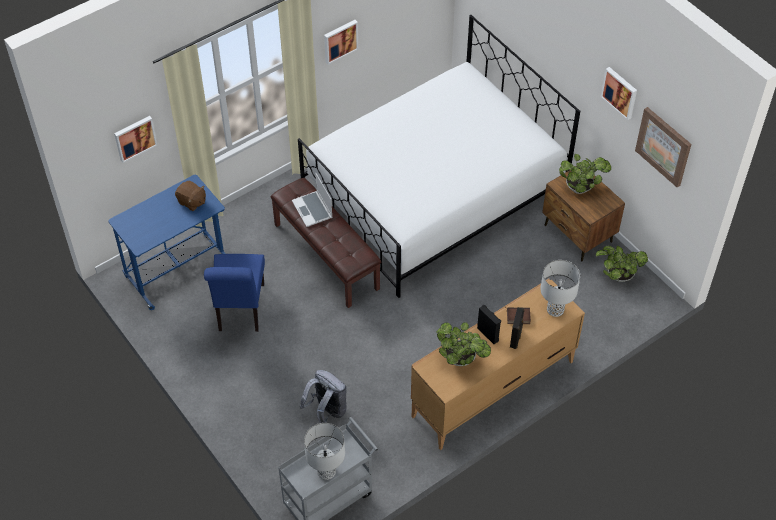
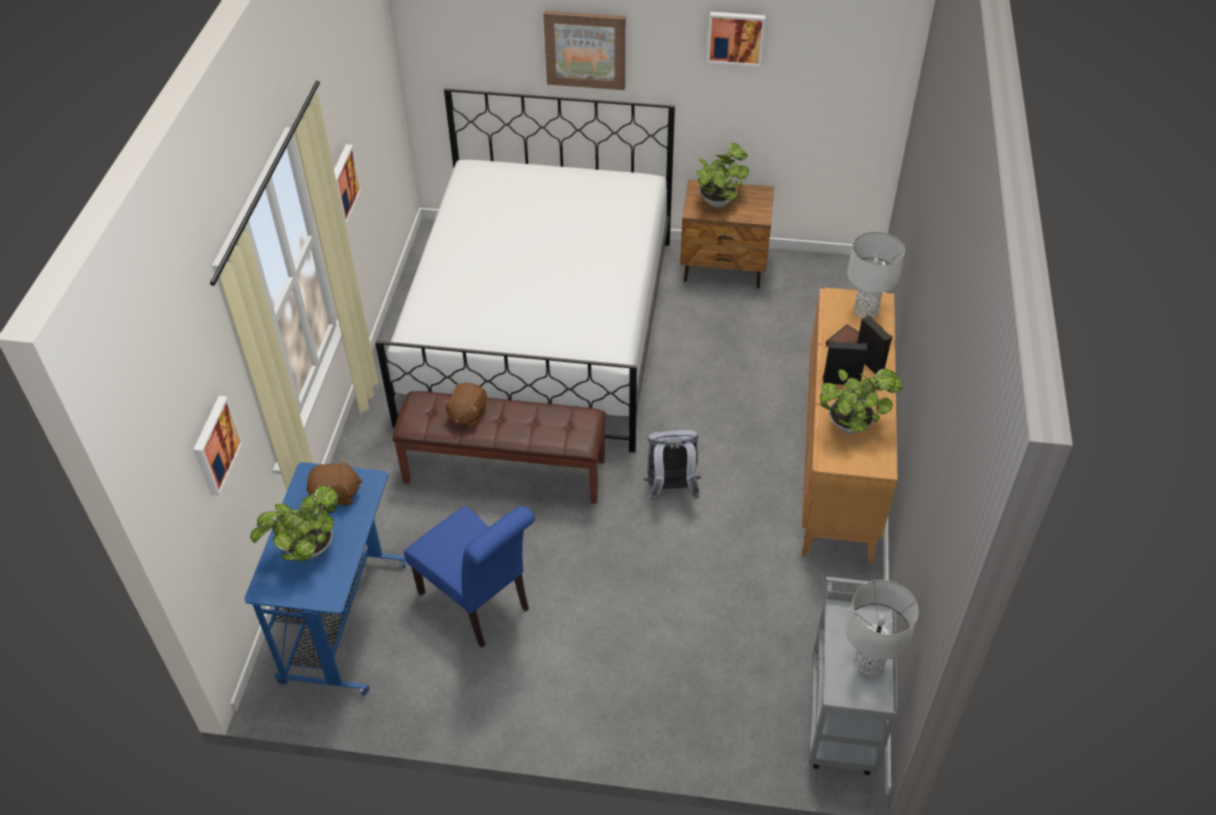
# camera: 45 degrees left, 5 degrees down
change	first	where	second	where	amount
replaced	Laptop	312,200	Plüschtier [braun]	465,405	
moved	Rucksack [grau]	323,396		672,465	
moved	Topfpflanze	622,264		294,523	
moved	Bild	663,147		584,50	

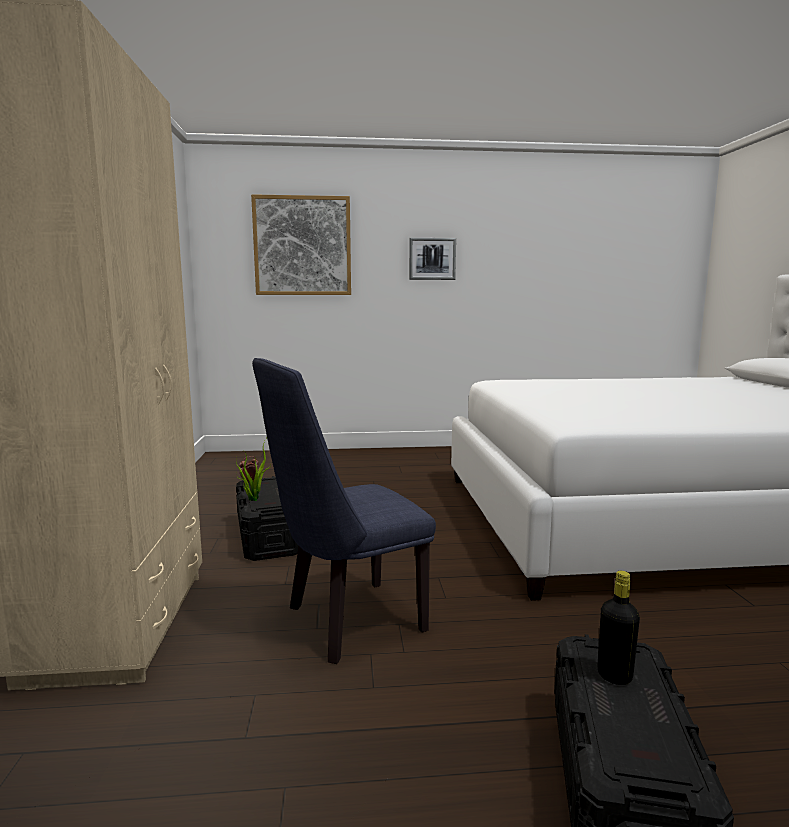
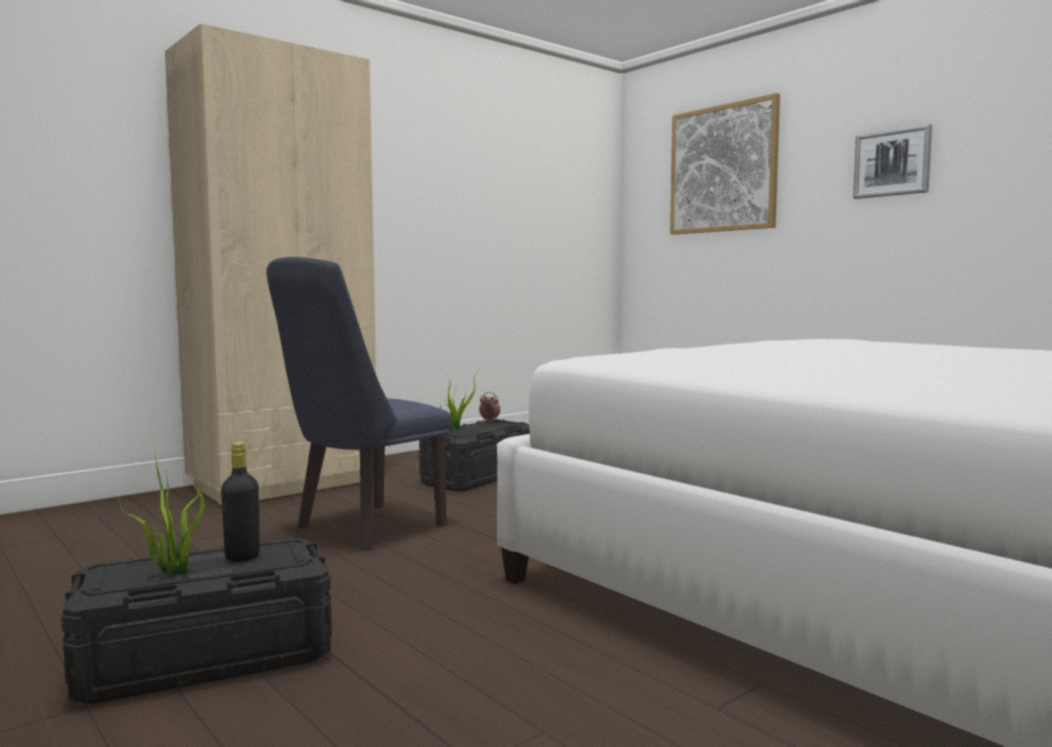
# camera: 55 degrees right, 5 degrees down
change	first	where	second	where	amount
turned	Stuhl [blau]	344,511		358,403	75 degrees counterclockwise
added			Topfpflanze	162,512	

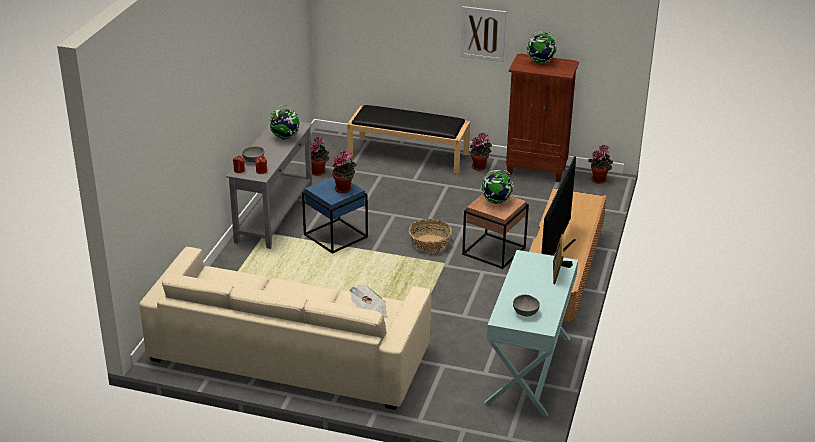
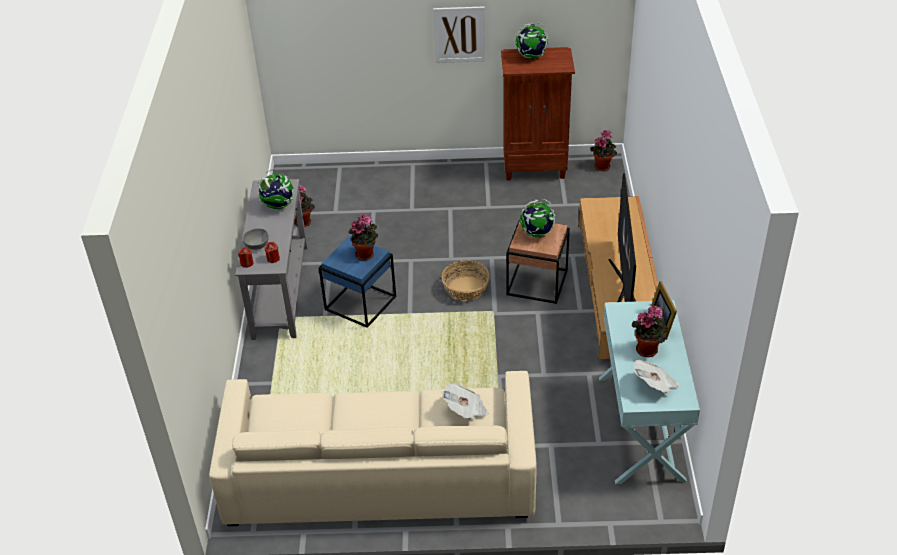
# camera: 15 degrees left, 10 degrees up
change	first	where	second	where	amount
removed	Bank [schwarz]	408,139			
moved	Topfpflanze	481,151		650,331	
replaced	Schüssel [grau]	526,305	Zeitung	656,376	

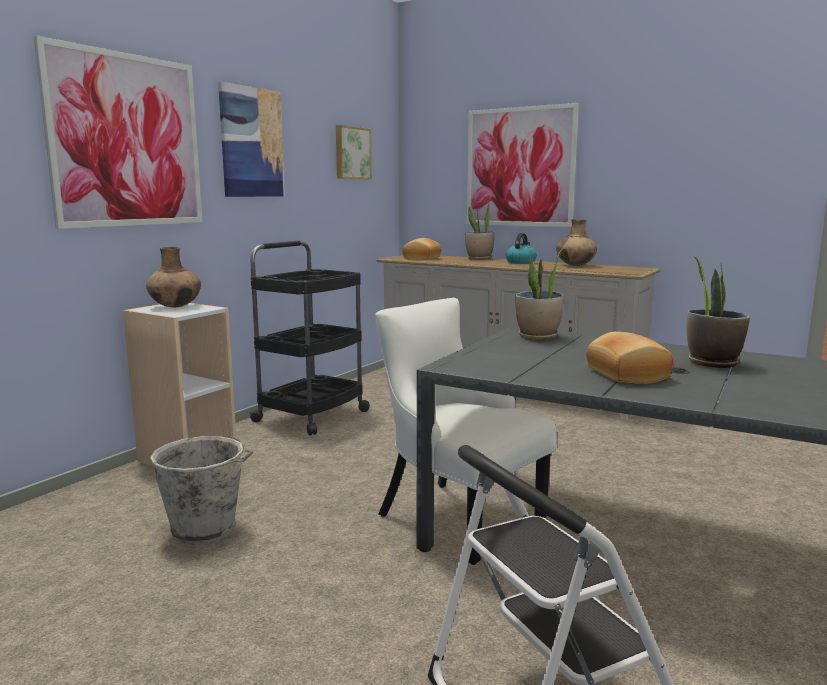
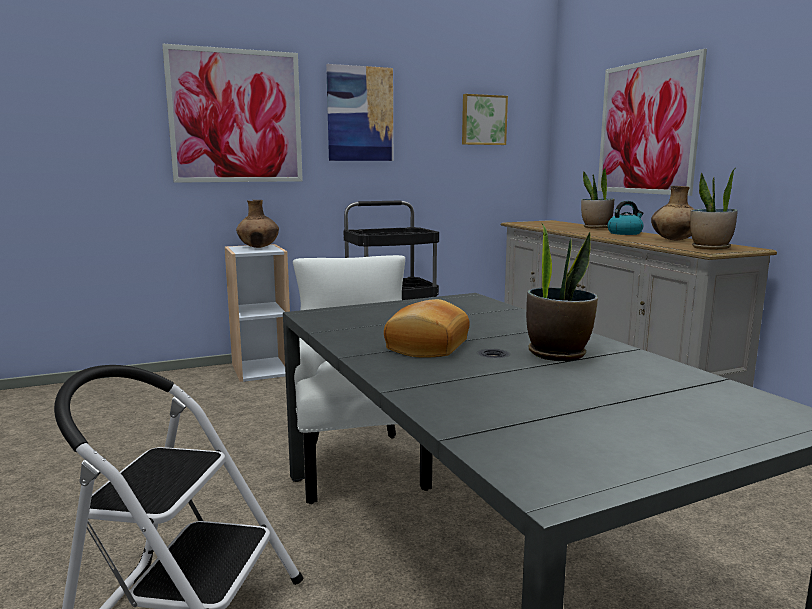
# camera: 35 degrees right, 0 degrees up
change	first	where	second	where	amount
removed	Eimer [grau]	201,490			
removed	Brot	421,249			
moved	Topfpflanze	539,294		714,209	

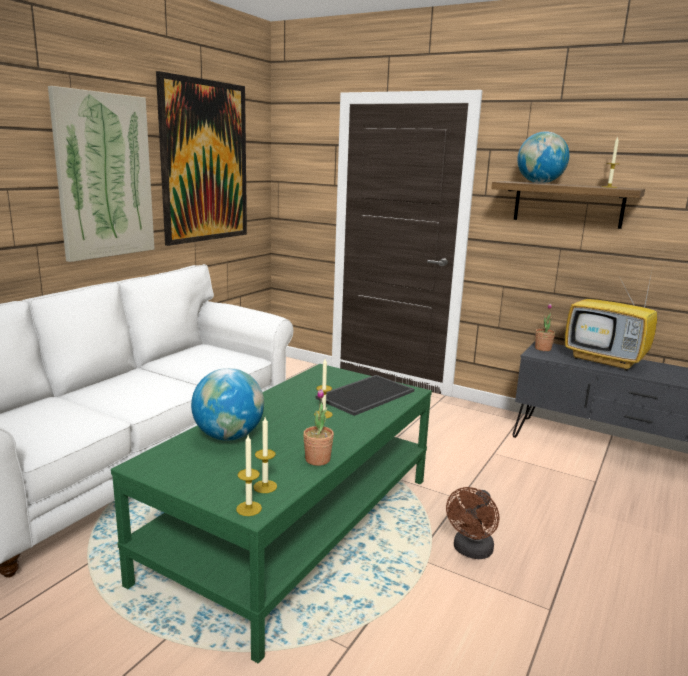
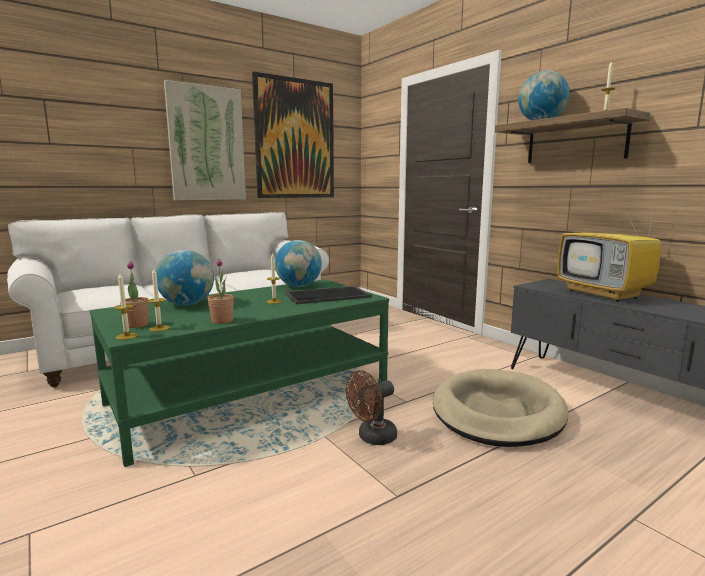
# camera: 25 degrees right, 5 degrees down
change	first	where	second	where	amount
moved	Topfpflanze	545,327		134,294	
added			Globus	298,263	
added			Hundebett [beige]	501,408	

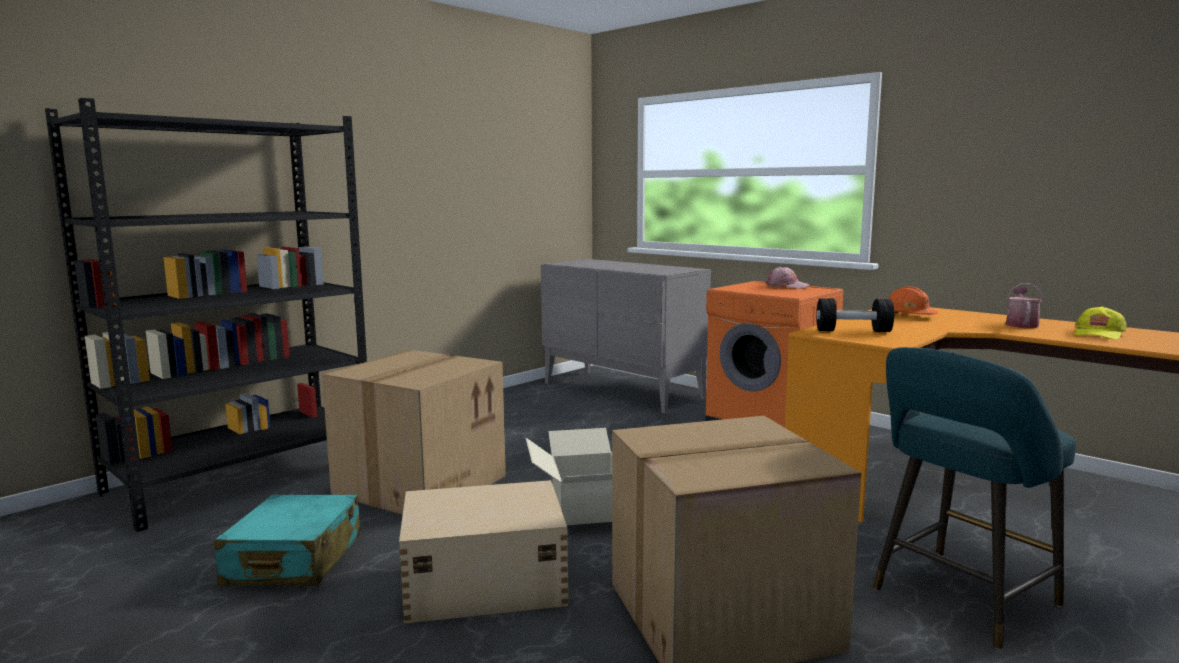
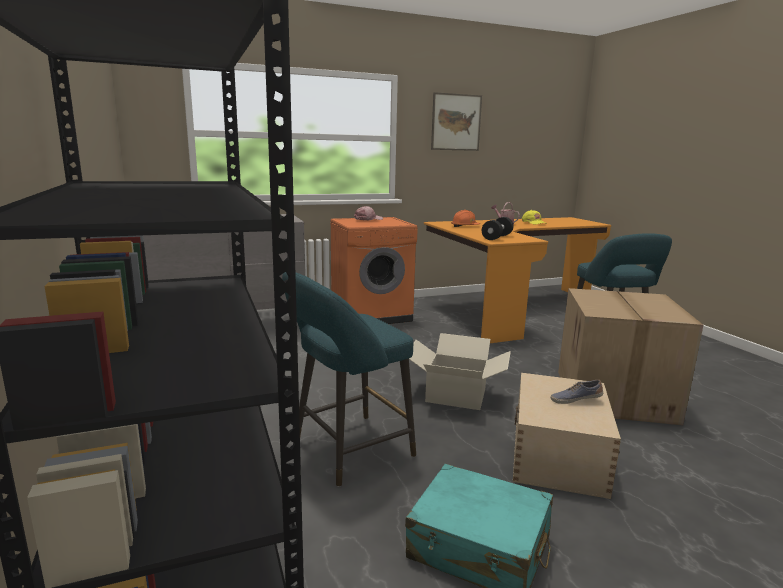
# camera: 65 degrees left, 5 degrees up
change	first	where	second	where	amount
replaced	Karton	414,432	Hocker [türkis]	349,379	
added			Bild	456,121	
added			Schuh	577,392	

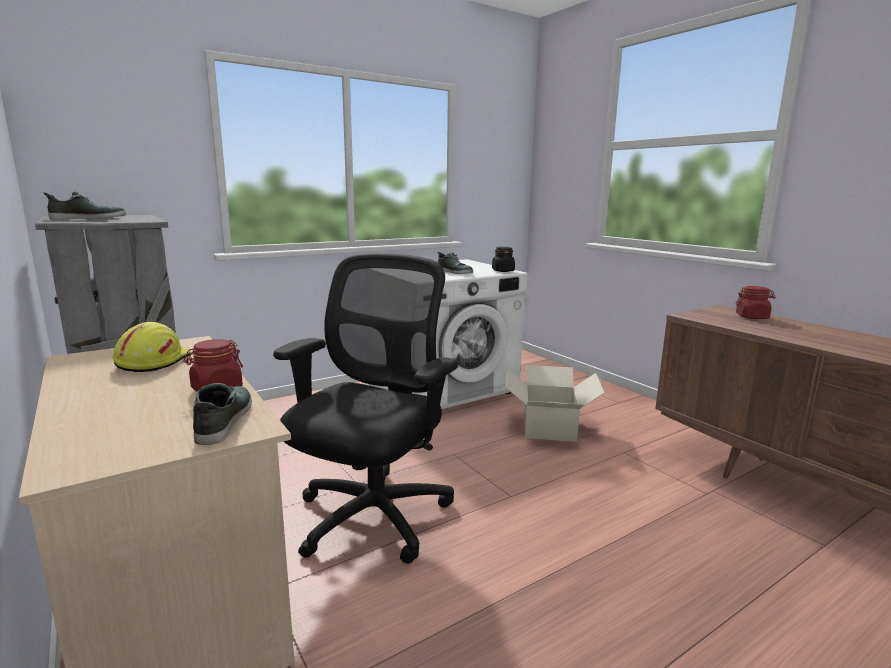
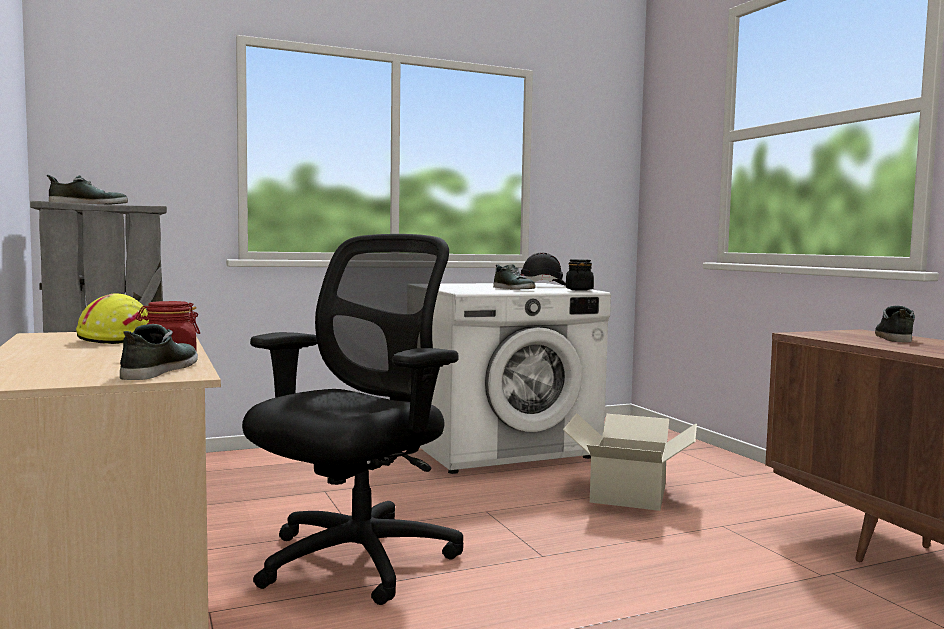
# camera: 10 degrees right, 10 degrees down
change	first	where	second	where	amount
replaced	Vorratsglas [rot]	756,302	Schuh	895,323	
added			Schutzhelm [schwarz]	543,269	

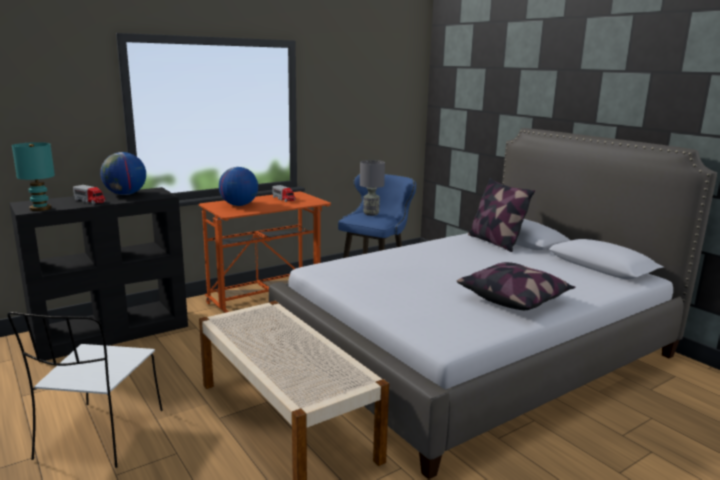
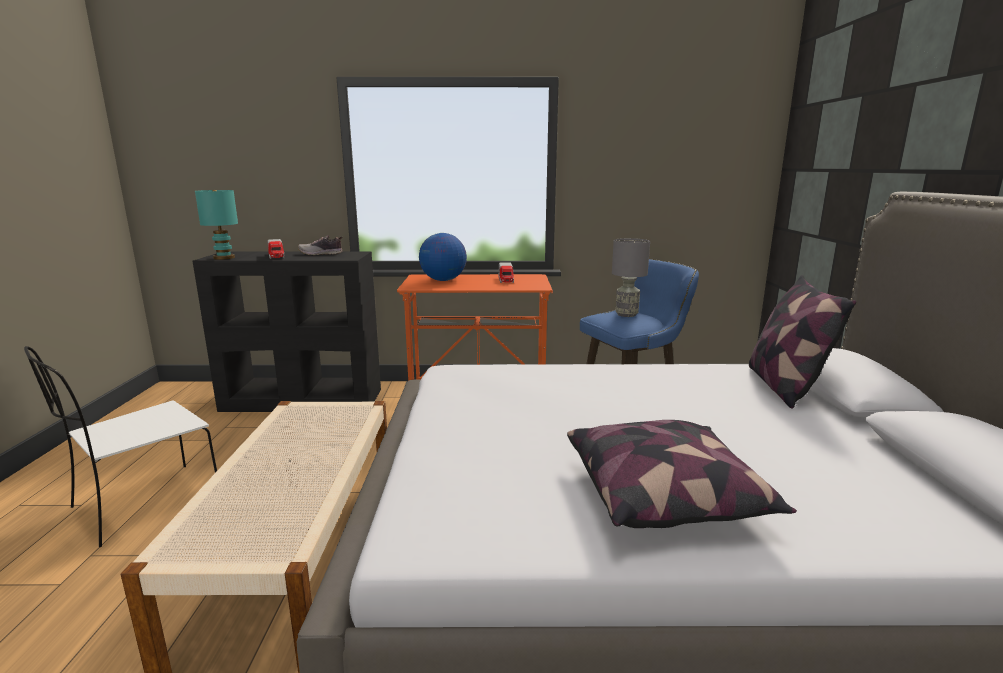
# camera: 35 degrees right, 0 degrees up
change	first	where	second	where	amount
replaced	Globus	123,173	Schuh	320,245	

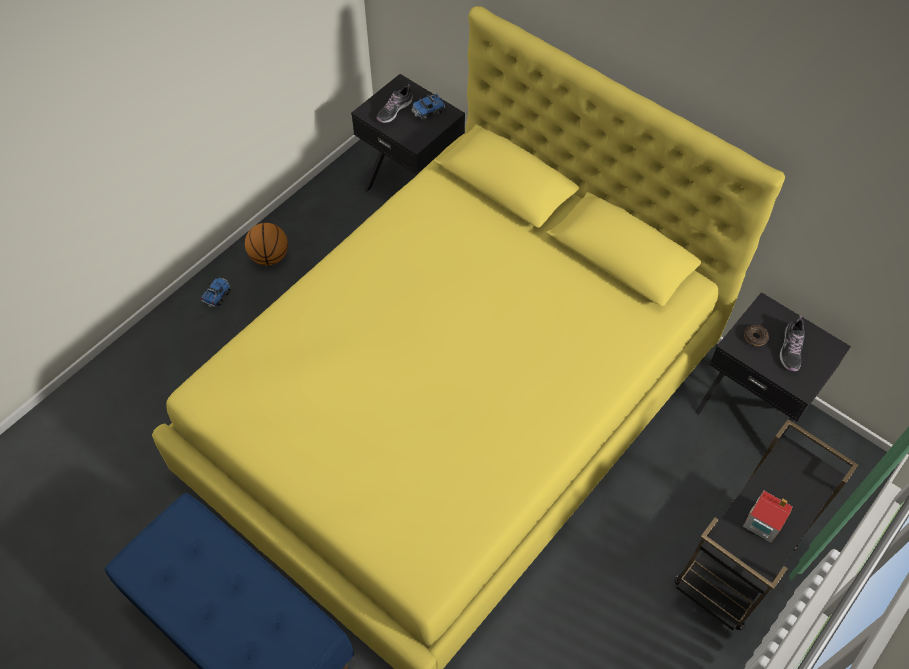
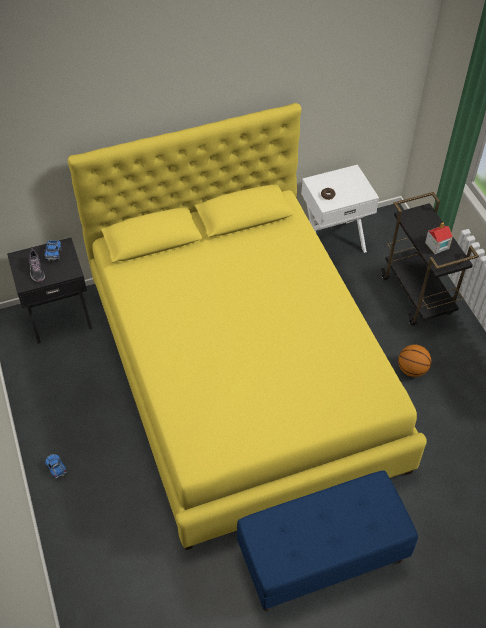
# camera: 60 degrees left, 5 degrees down
change	first	where	second	where	amount
moved	Basketball	266,244		414,360	
recoloured	Nachttisch [schwarz]	773,368	Nachttisch [weiß]	340,209	
removed	Schuh	792,343			

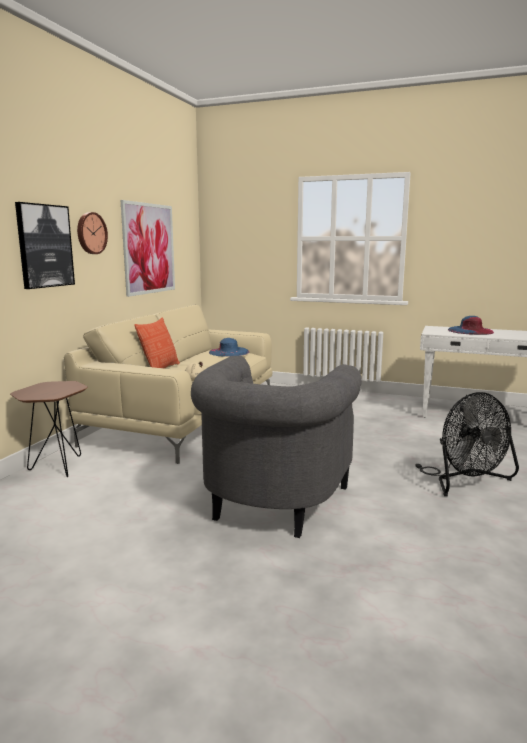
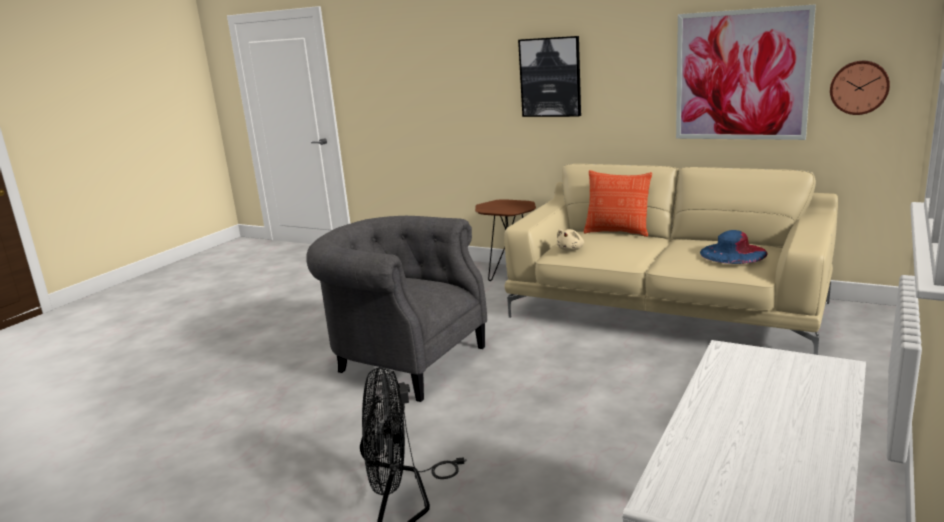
# camera: 100 degrees right, 5 degrees up
change	first	where	second	where	amount
moved	Wanduhr	92,233		860,88	
removed	Hut [blau]	471,325			

